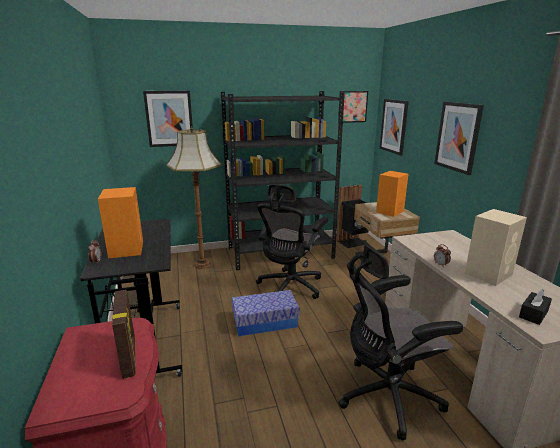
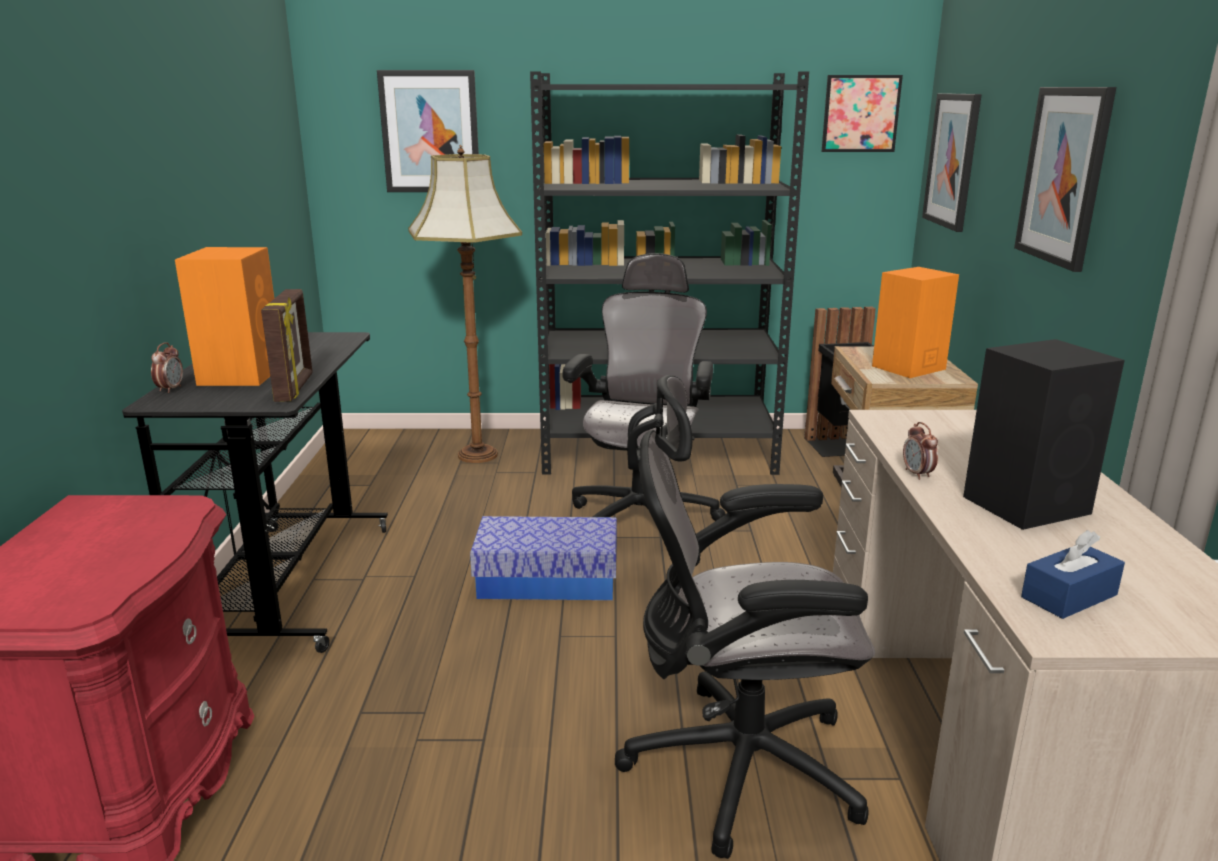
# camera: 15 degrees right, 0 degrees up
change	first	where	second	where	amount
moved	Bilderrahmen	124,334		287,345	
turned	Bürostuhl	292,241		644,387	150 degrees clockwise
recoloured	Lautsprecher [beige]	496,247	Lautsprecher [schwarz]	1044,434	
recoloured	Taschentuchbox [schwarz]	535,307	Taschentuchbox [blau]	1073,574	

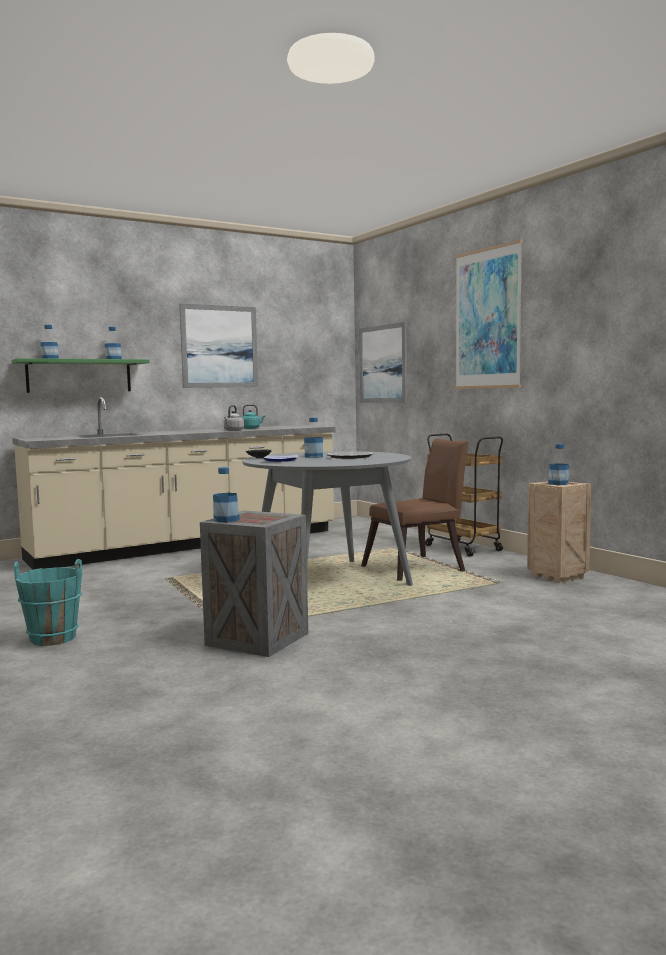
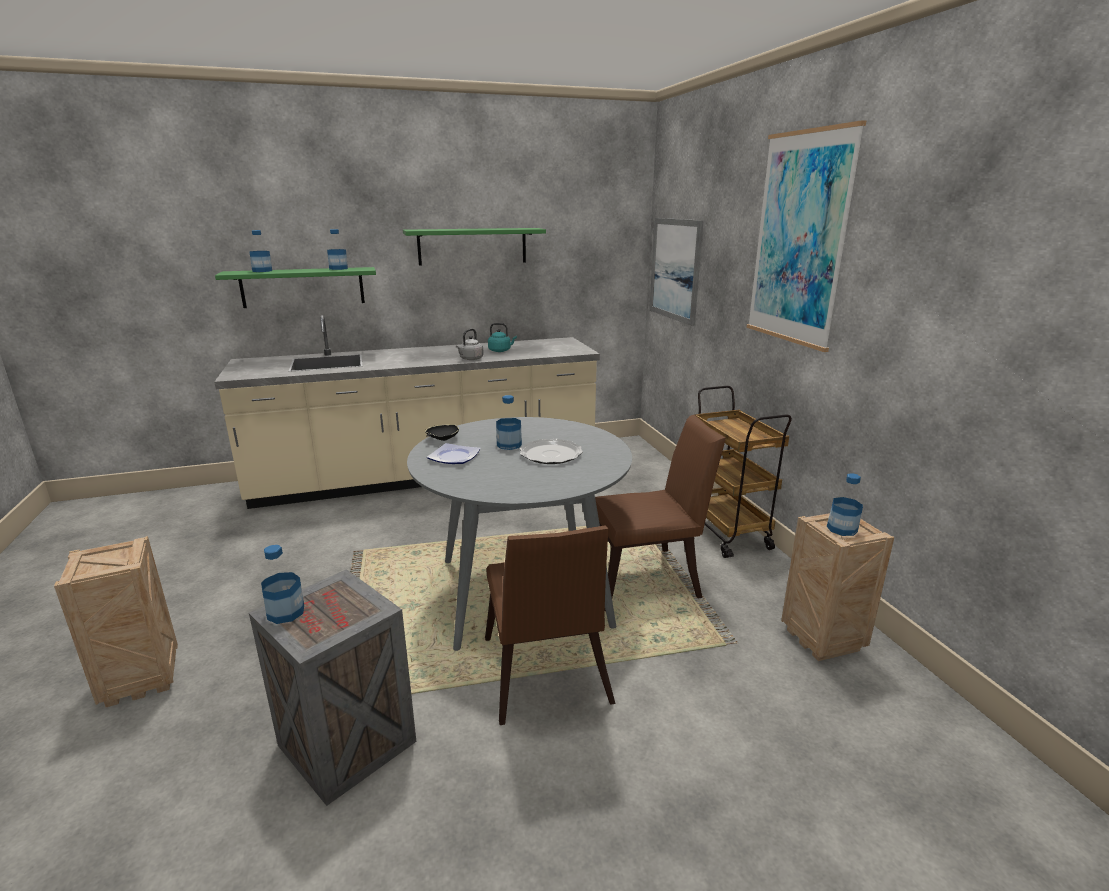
# camera: 15 degrees right, 15 degrees up
change	first	where	second	where	amount
replaced	Eimer [türkis]	48,602	Kiste	116,621	
replaced	Bild	218,345	Wandregal [grün]	474,247	
added			Stuhl [braun]	550,625	

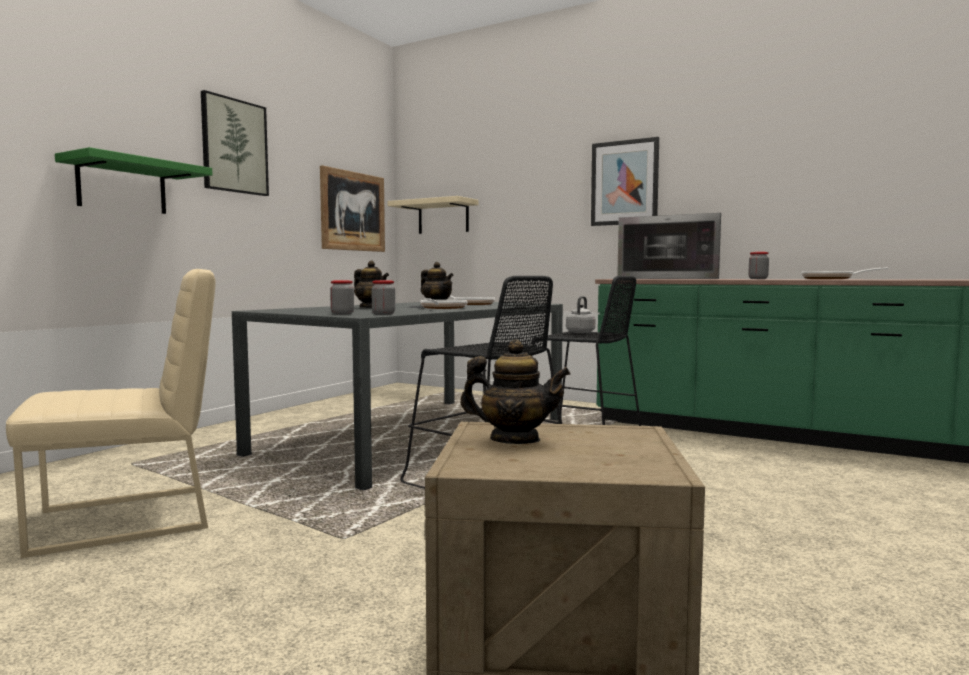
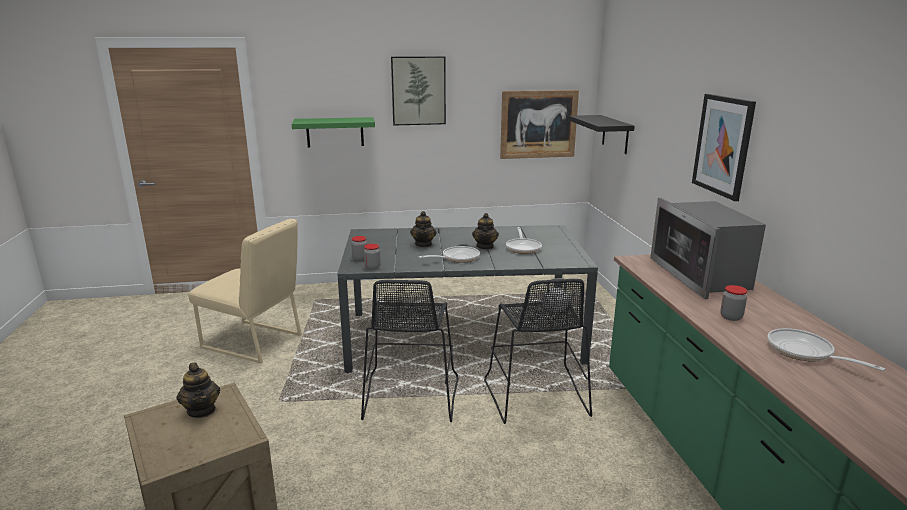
# camera: 50 degrees right, 15 degrees up
change	first	where	second	where	amount
recoloured	Wandregal [beige]	433,215	Wandregal [schwarz]	602,134	

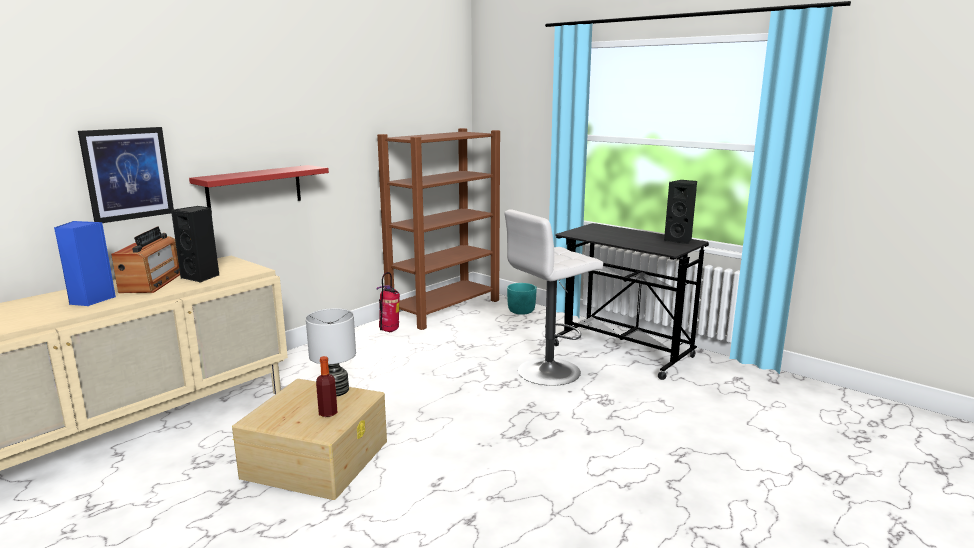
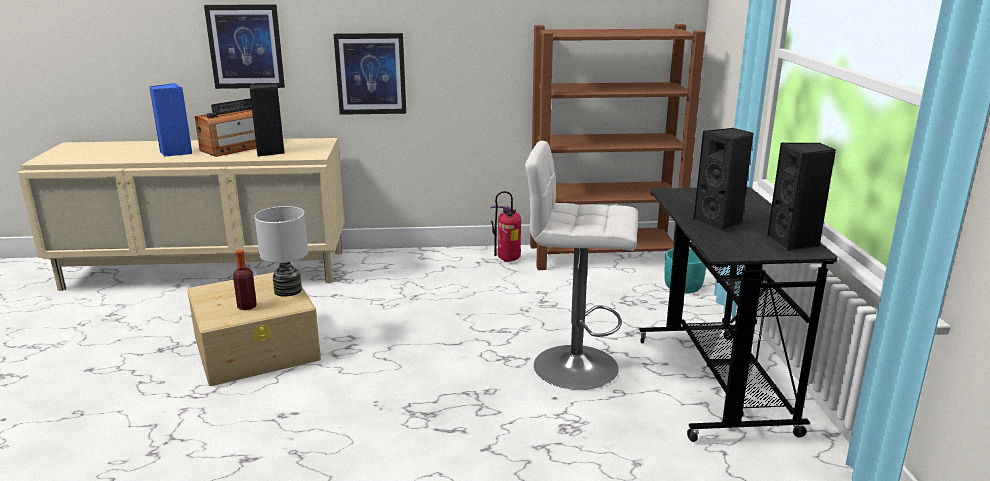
# camera: 45 degrees right, 5 degrees up
change	first	where	second	where	amount
replaced	Wandregal [rot]	259,189	Bild	370,74	
added			Lautsprecher [schwarz]	723,179	

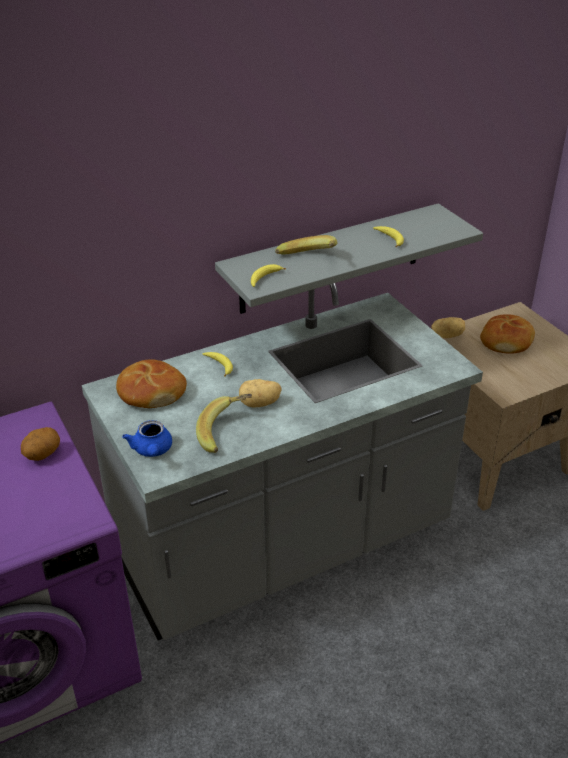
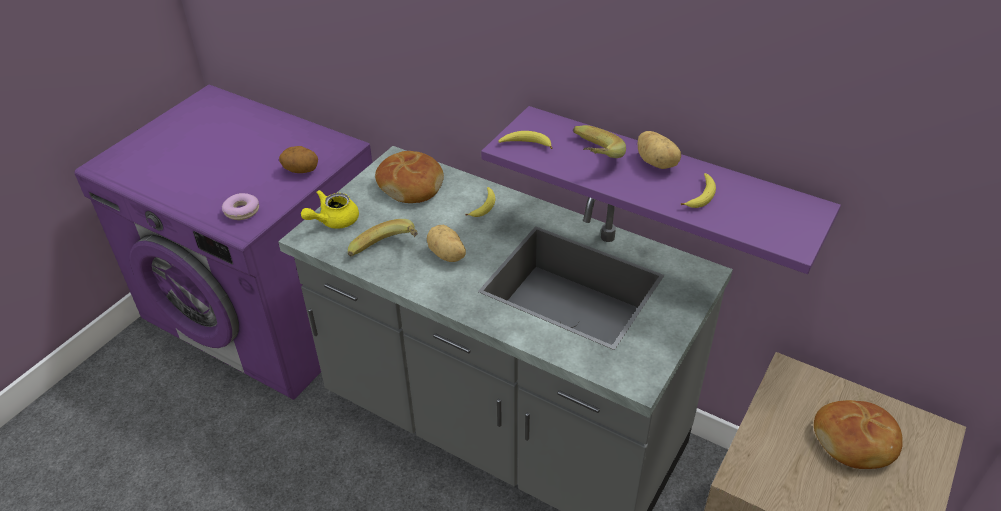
# camera: 60 degrees right, 5 degrees up
change	first	where	second	where	amount
recoloured	Teekanne [blau]	147,438	Teekanne [gelb]	330,209	
recoloured	Wandregal [grau]	349,258	Wandregal [lila]	661,190	
moved	Kartoffel	448,327		659,150	
added			Donut	240,206	

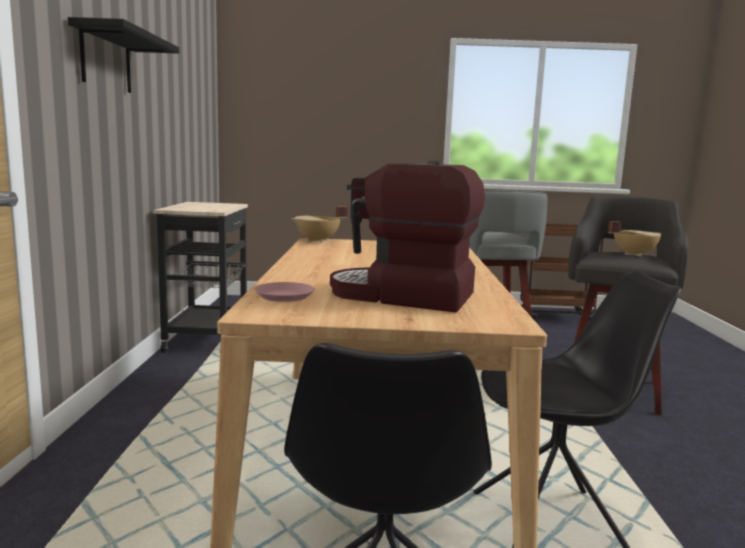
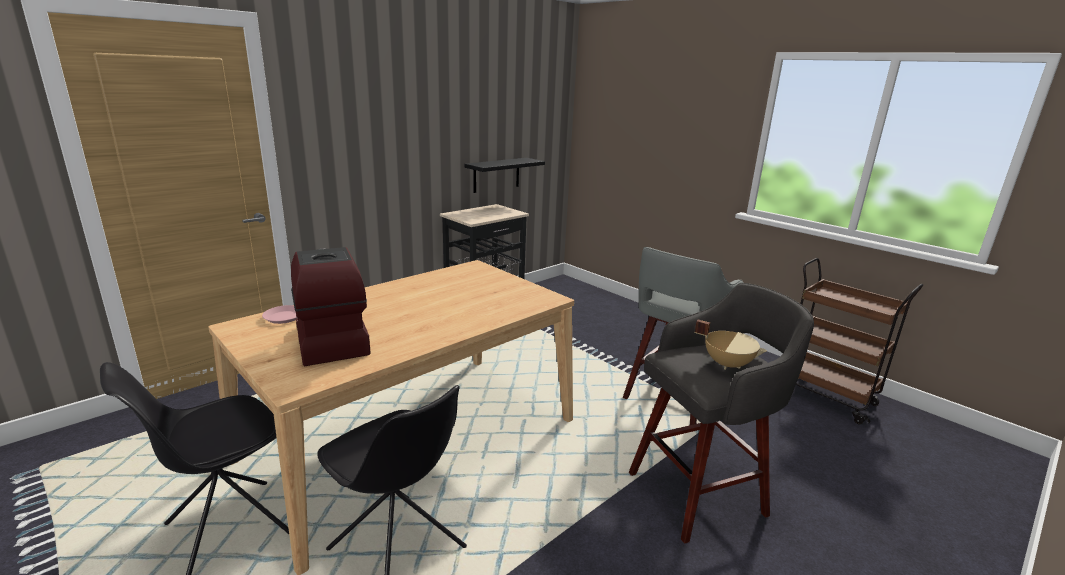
# camera: 45 degrees right, 10 degrees up
change	first	where	second	where	amount
moved	Wandregal [schwarz]	123,55		504,175	
removed	Kochtopf [beige]	319,224			

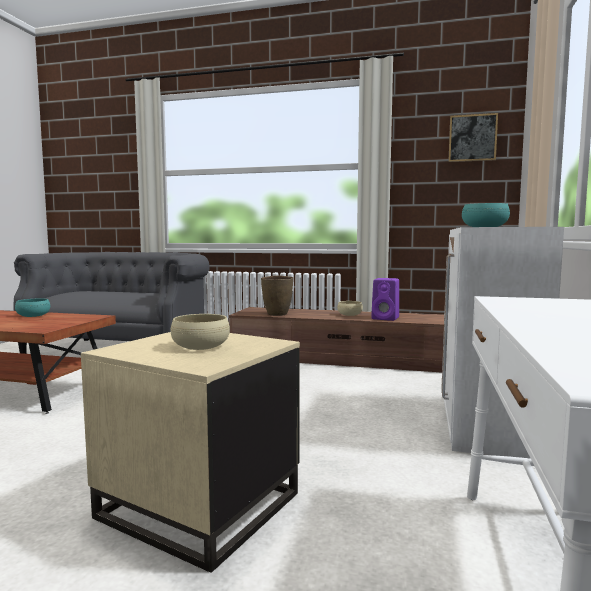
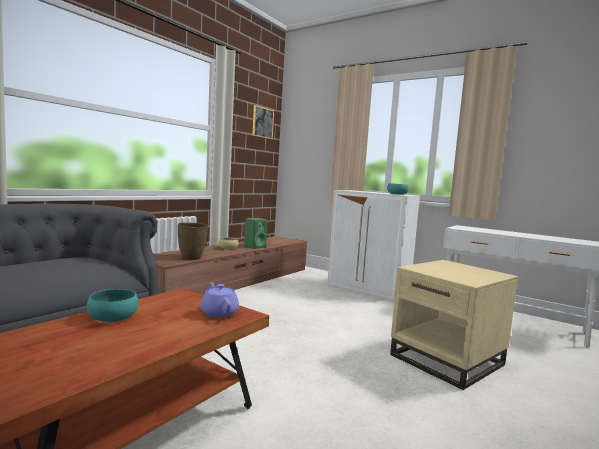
# camera: 70 degrees left, 0 degrees up
change	first	where	second	where	amount
removed	Schüssel [beige]	200,332			
recoloured	Lautsprecher [lila]	385,299	Lautsprecher [grün]	255,233	
added			Teekanne [lila]	219,300	

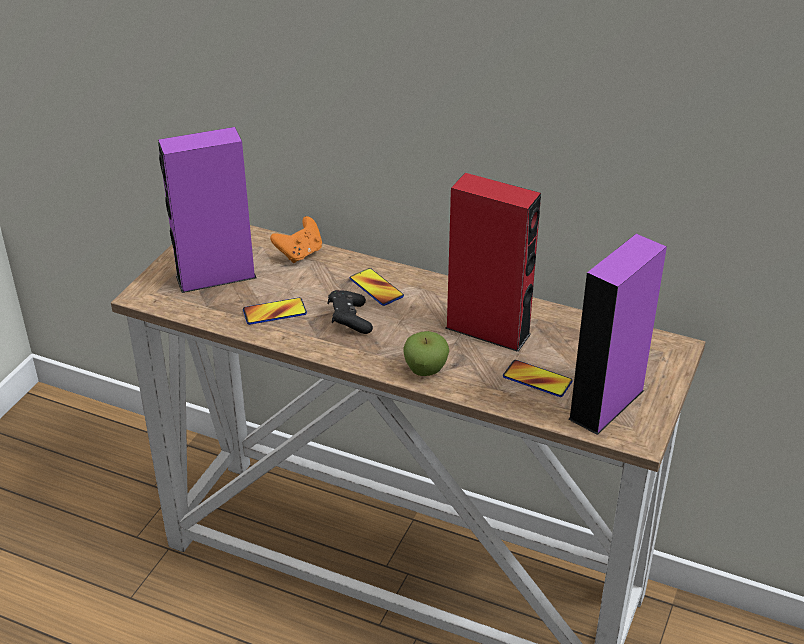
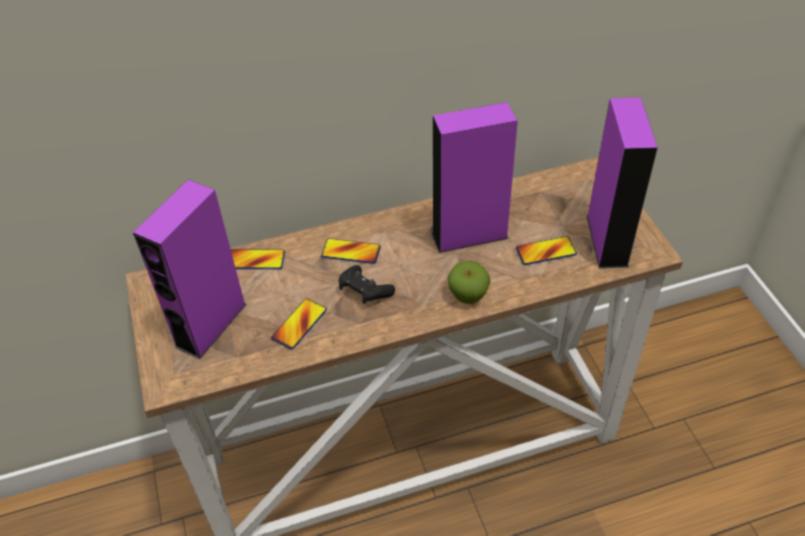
# camera: 40 degrees left, 10 degrees up
change	first	where	second	where	amount
replaced	Gamepad [orange]	296,239	Handy	258,259	
recoloured	Lautsprecher [rot]	493,262	Lautsprecher [lila]	475,177	

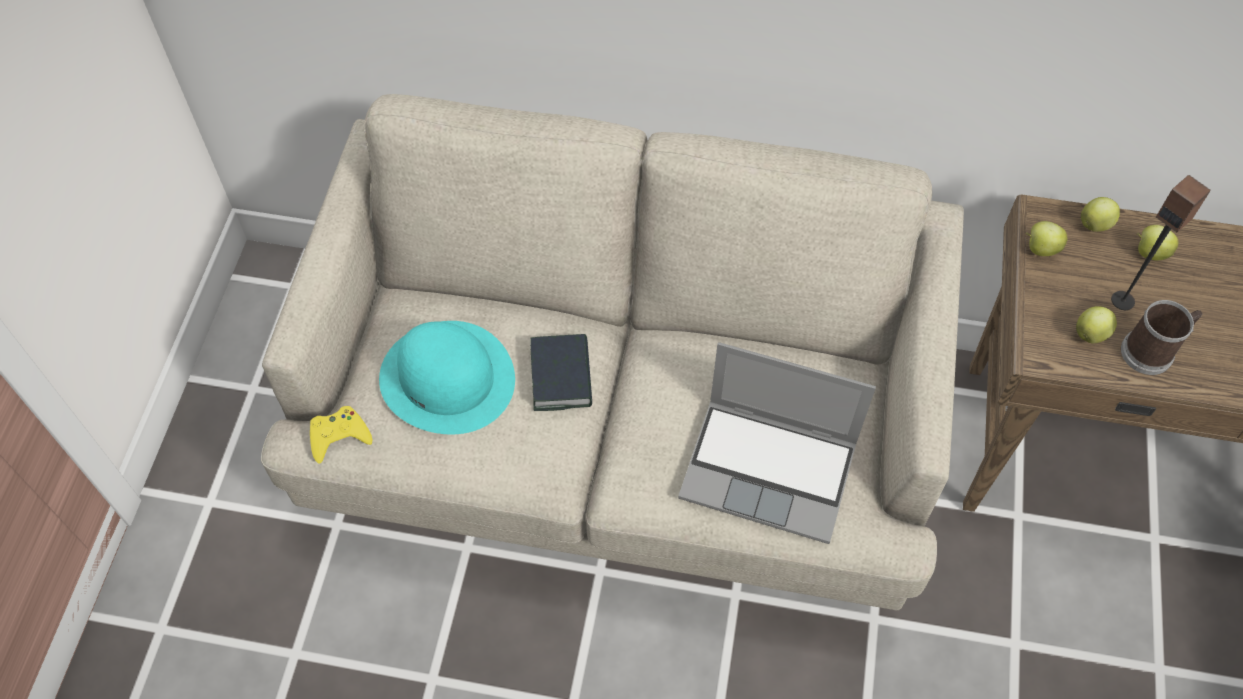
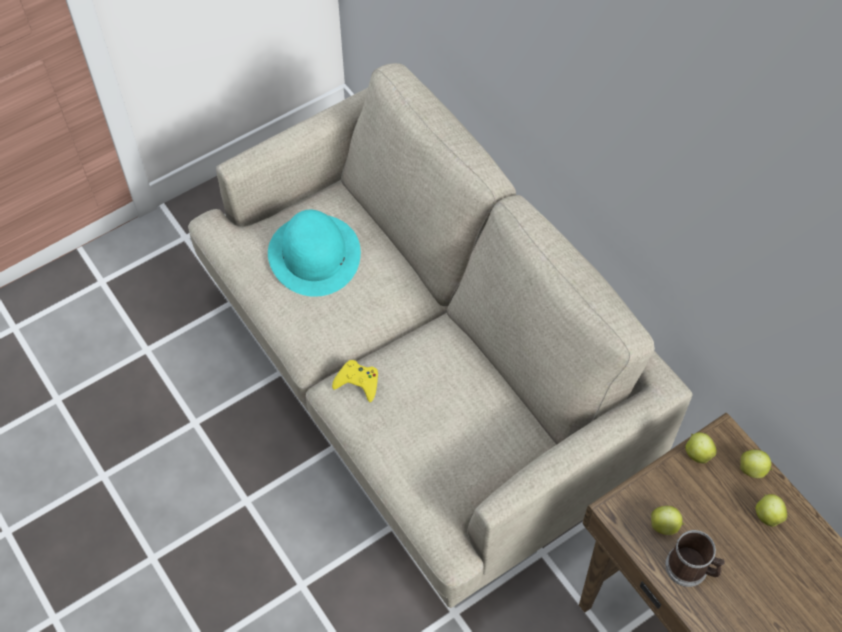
# camera: 45 degrees right, 0 degrees up
change	first	where	second	where	amount
moved	Gamepad [gelb]	341,435		355,381	
removed	Buch	561,372			
removed	Laptop	777,443			
removed	Lautsprecher	1161,242			

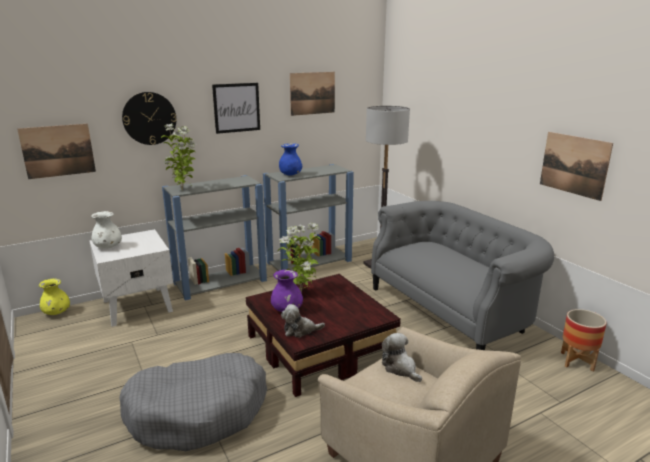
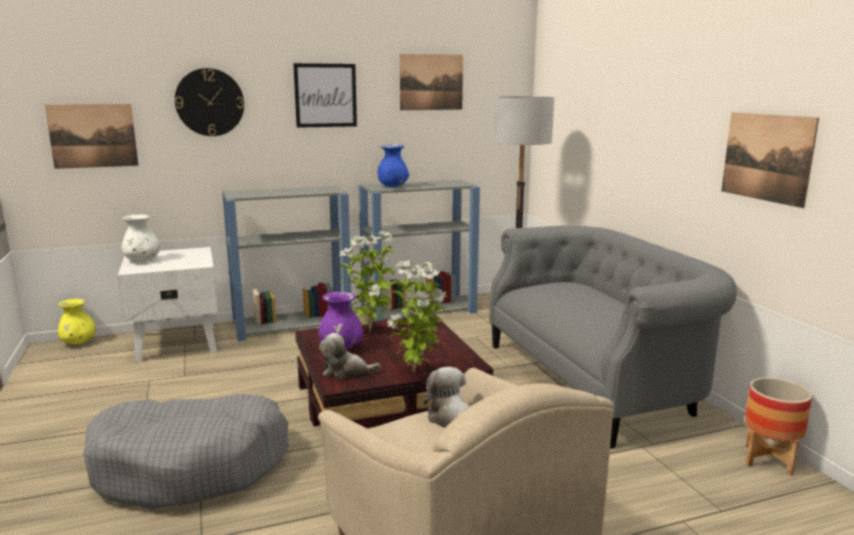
# camera: 10 degrees right, 5 degrees down
change	first	where	second	where	amount
moved	Topfpflanze	178,156		417,316	

